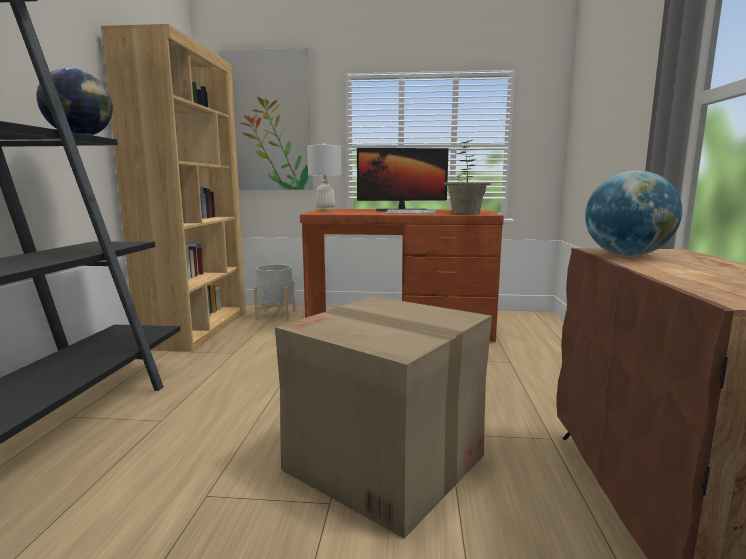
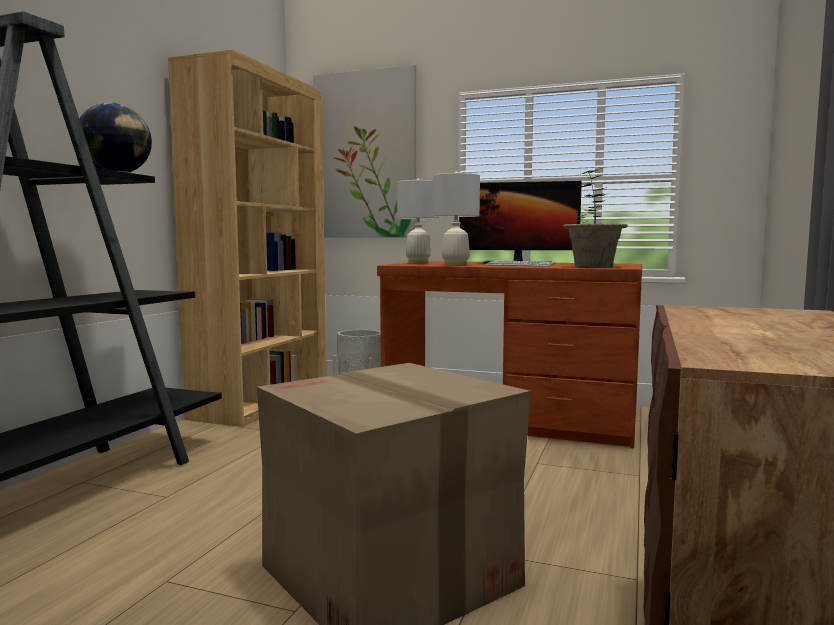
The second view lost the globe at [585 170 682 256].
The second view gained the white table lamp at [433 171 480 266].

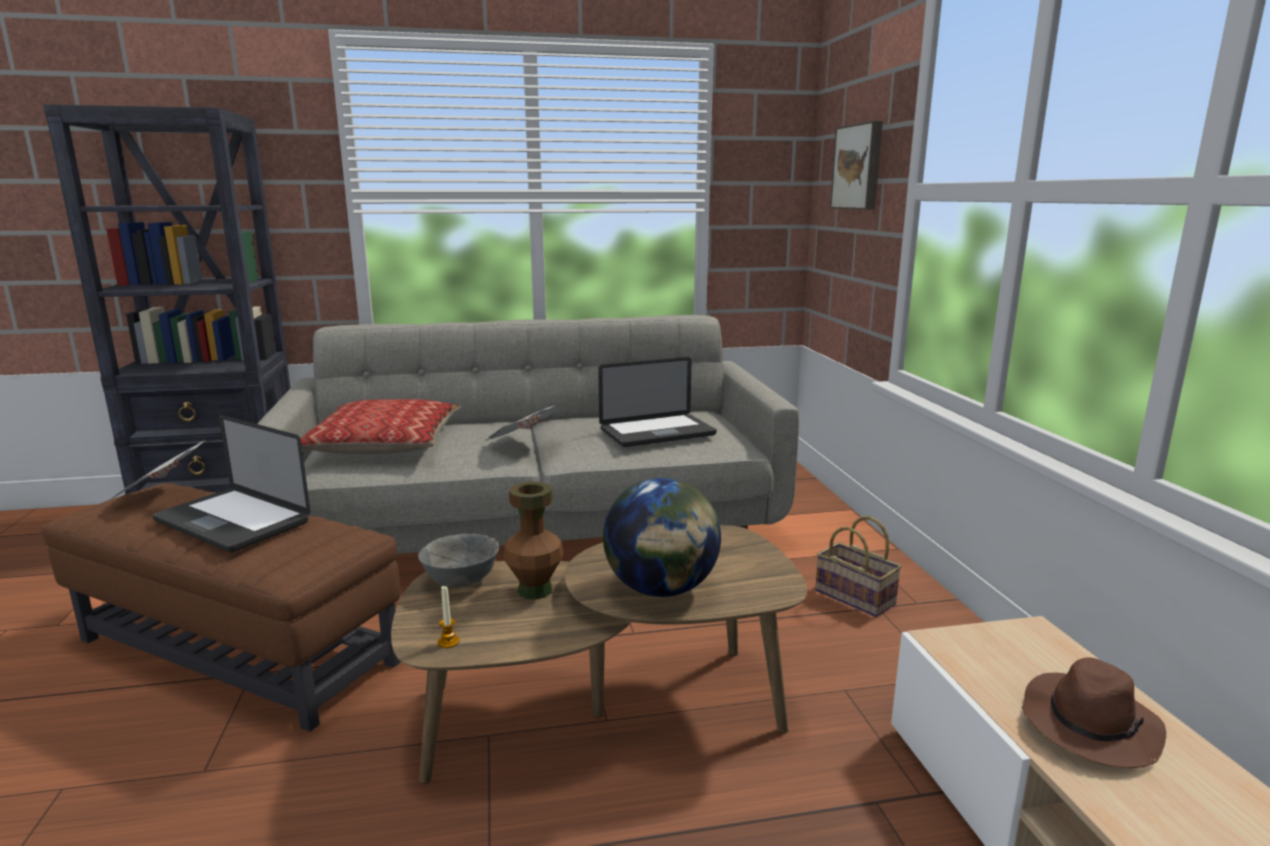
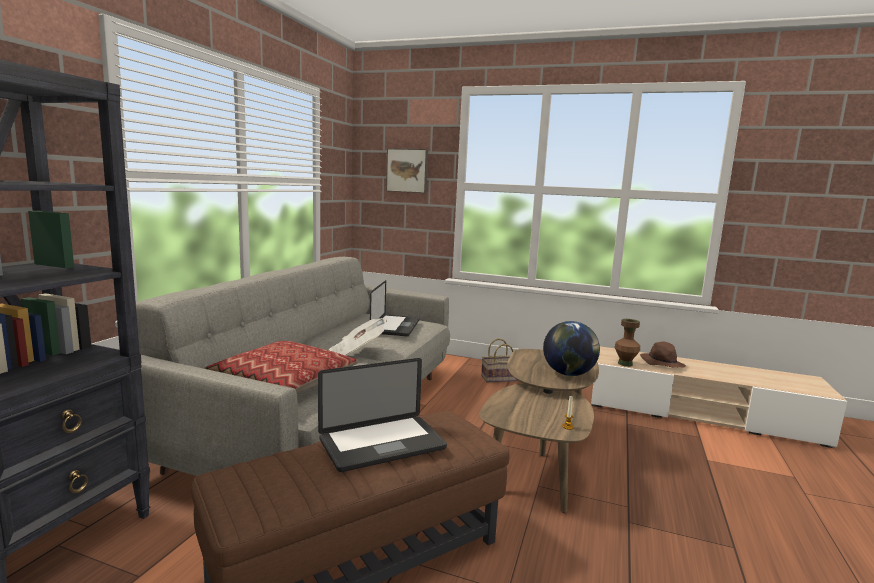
The second view lost the newspaper at [106 440 206 502].
The brown vase ended up elsewhere, having gone from [503 482 564 600] to [615 319 640 367].
The second view lost the grey bowl at [418 534 499 588].

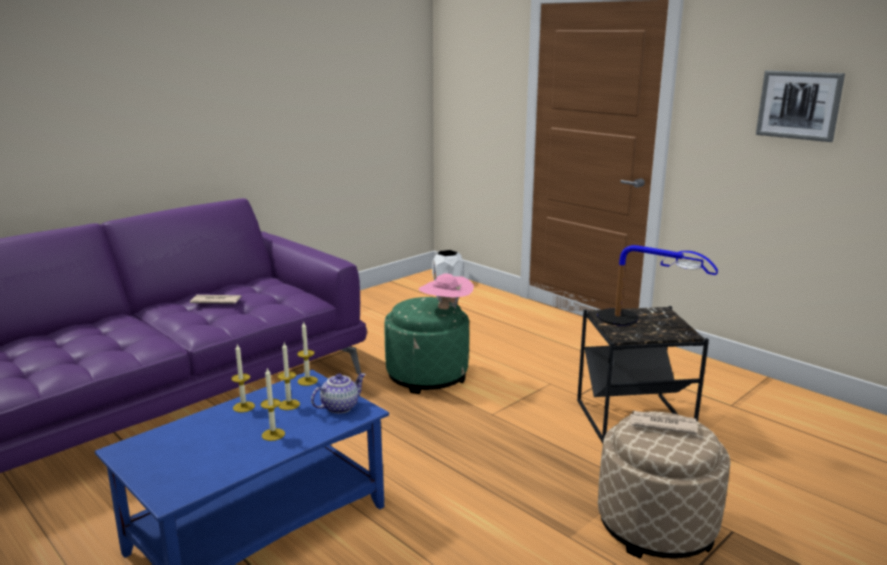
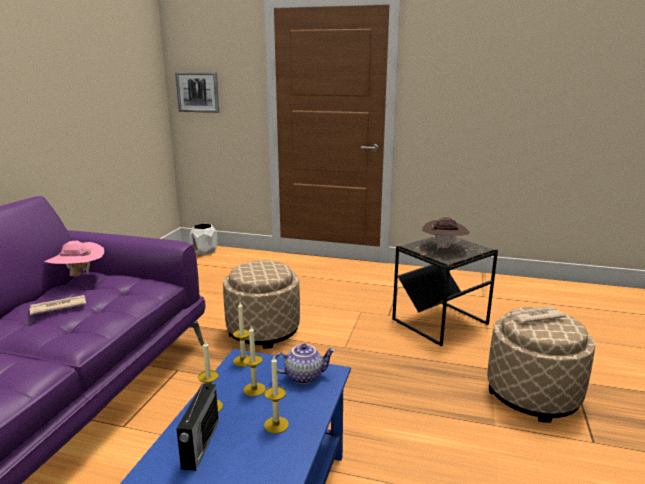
The picture ended up elsewhere, having gone from [756 70 845 142] to [175 72 219 113].
Where the table lamp stood at [597 245 718 326], the brown hat came to stand at [422 217 470 249].
The pink hat ended up elsewhere, having gone from [418 274 474 309] to [44 241 104 277].
What was the green ottoman at [385 297 469 394] turned into the beige ottoman at [223 261 300 349].
The teapot at [311 373 366 414] ended up facing another way, 60 degrees clockwise from before.
The second view gained the radio at [176 378 219 471].

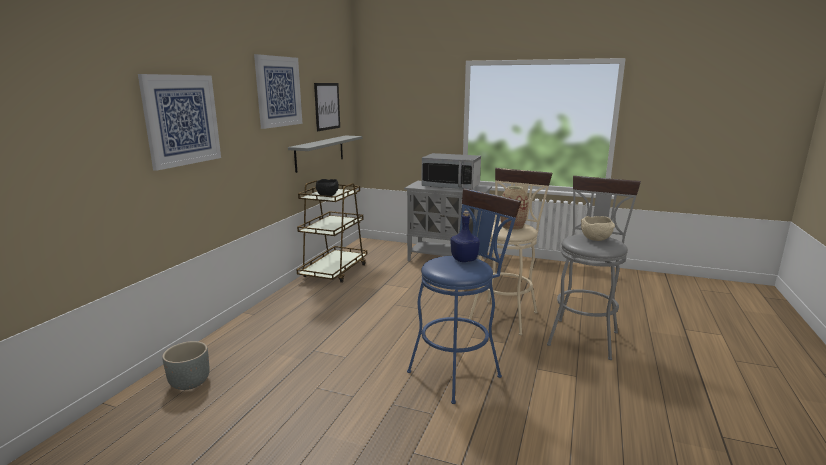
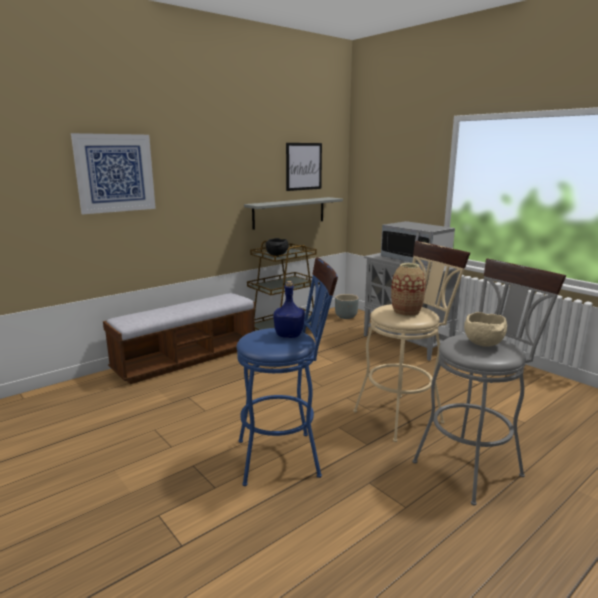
The second view lost the picture at [254 54 302 129].
The grey planter ended up elsewhere, having gone from [162 341 210 390] to [335 294 359 319].
The second view gained the bench at [103 293 255 384].

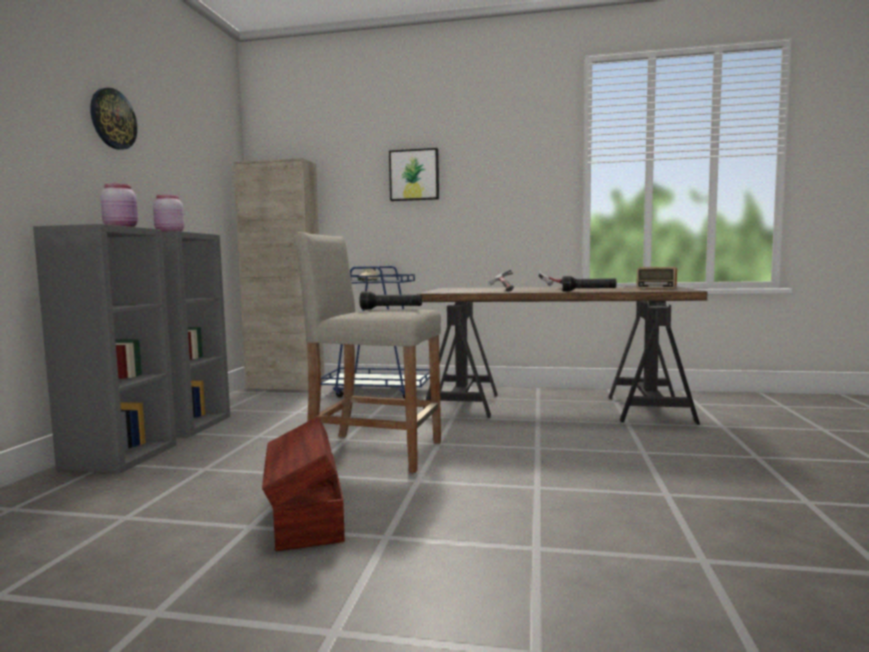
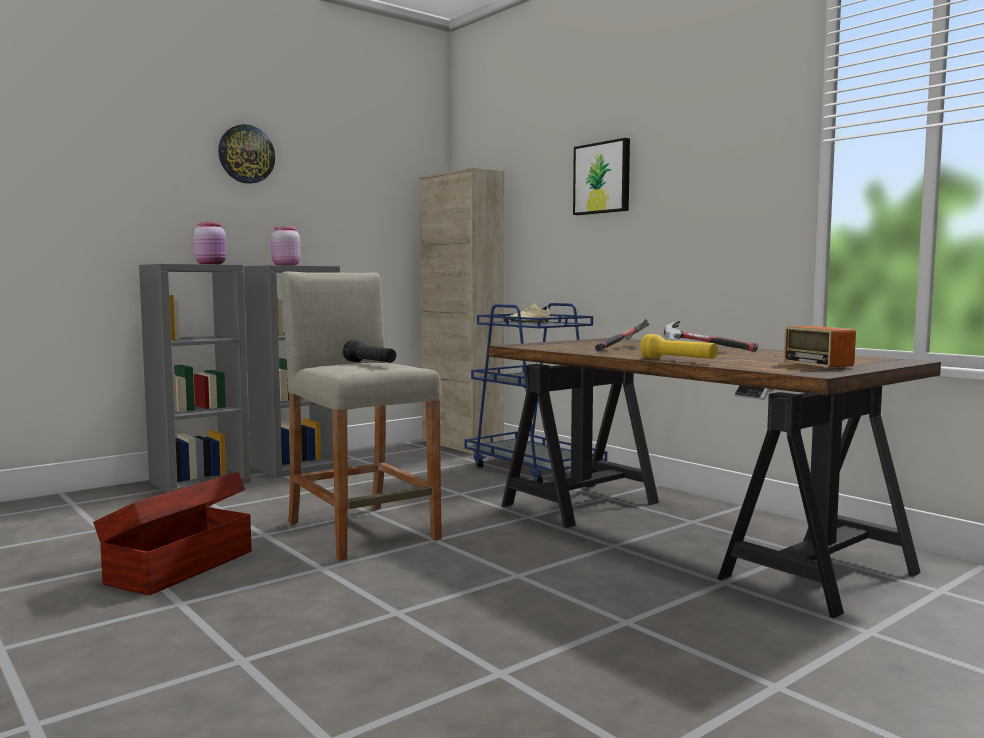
What was the black flashlight at [562 276 616 292] turned into the yellow flashlight at [640 334 718 359].

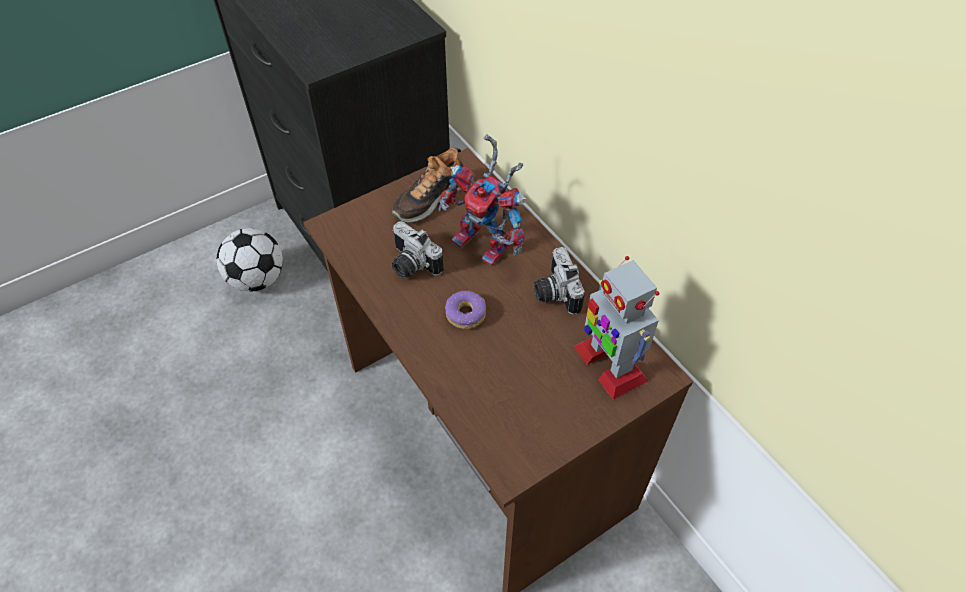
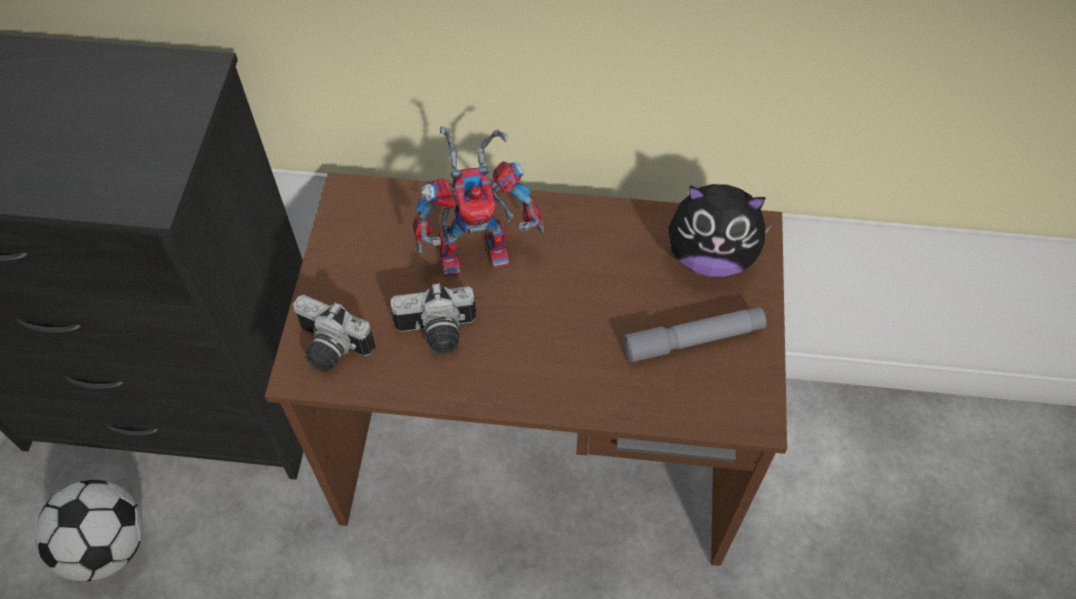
The second view lost the shoe at [392 148 464 223].
The photo camera ended up elsewhere, having gone from [534 247 584 315] to [293 295 375 372].
Where the toy robot stood at [574 256 660 400], the plush toy came to stand at [668 184 774 277].
The second view lost the donut at [445 291 486 329].
The second view gained the grey flashlight at [624 307 767 363].

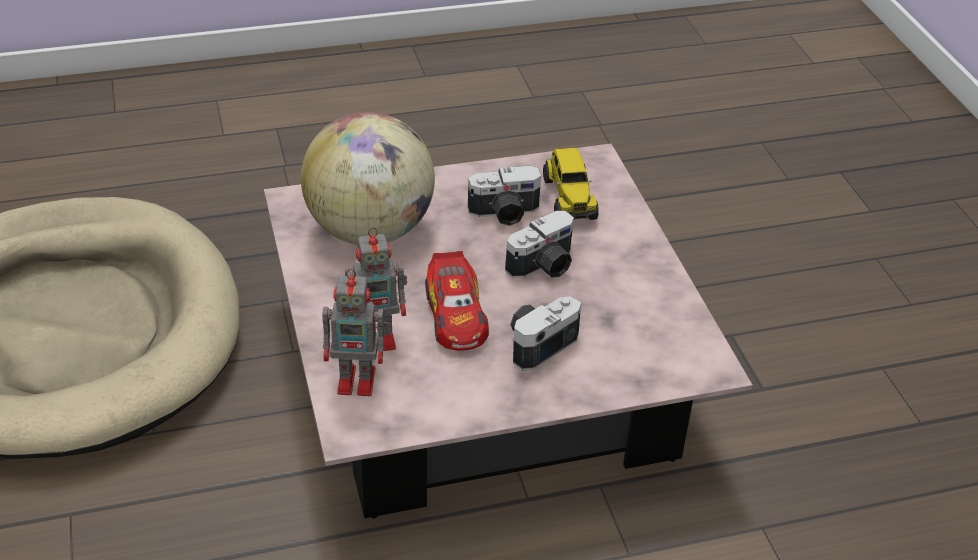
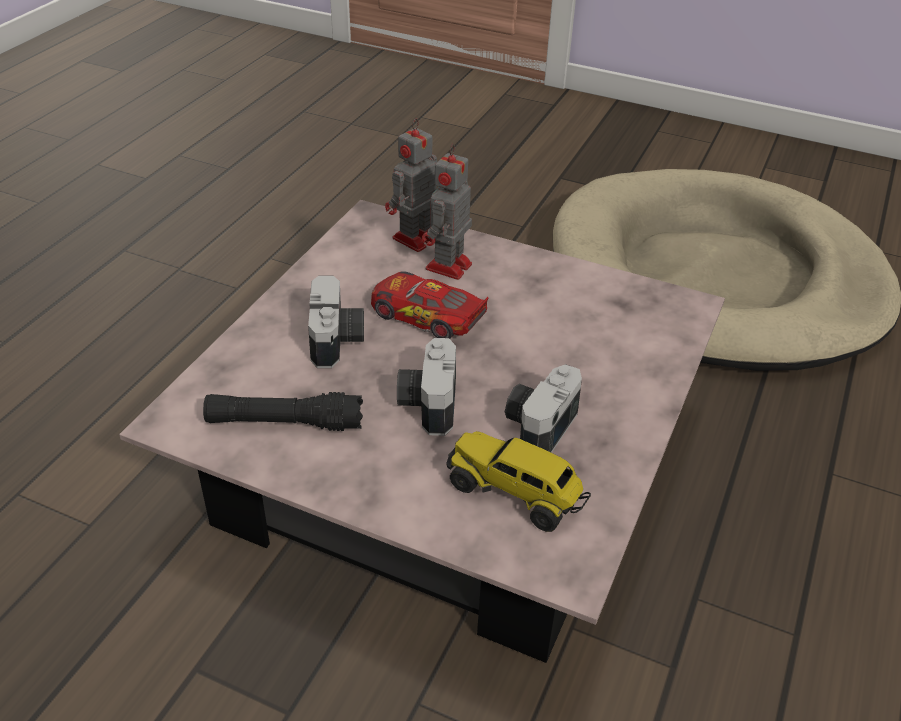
The second view lost the globe at [301 112 435 245].
The second view gained the black flashlight at [203 392 363 431].

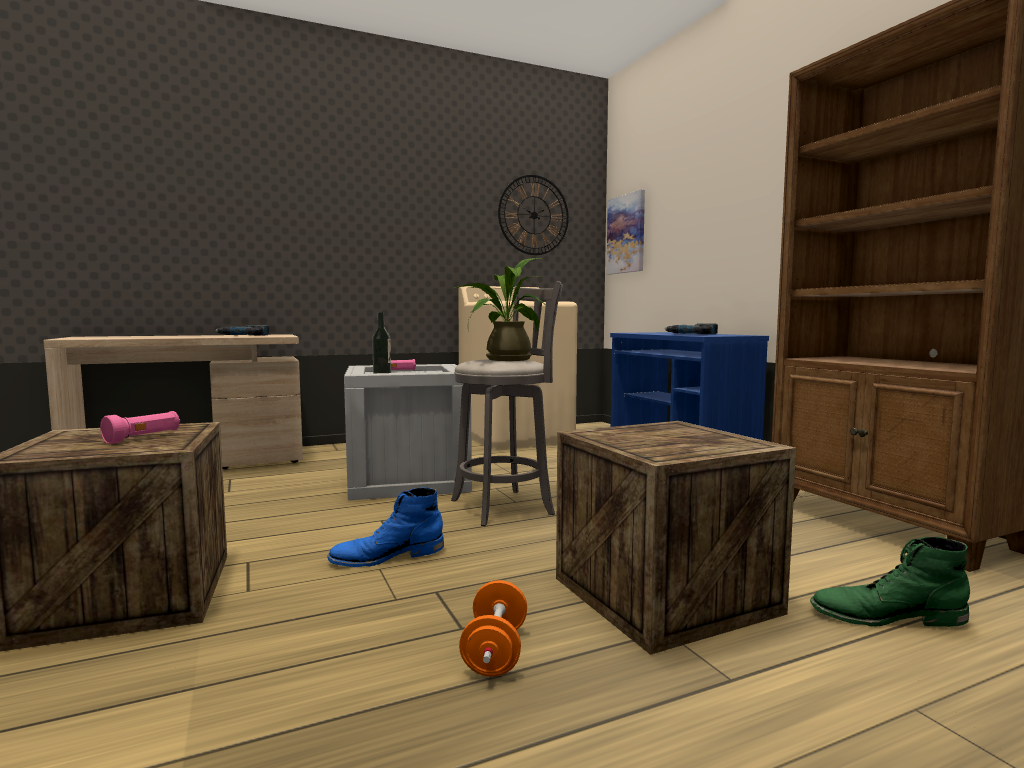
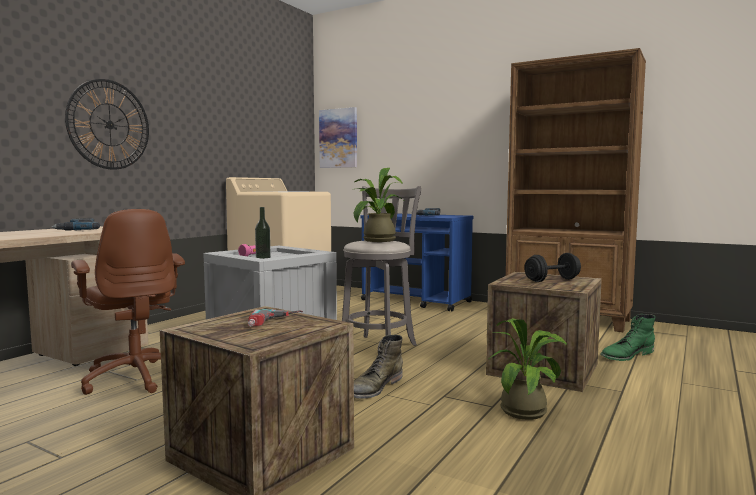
The wall clock ended up elsewhere, having gone from [498 175 569 255] to [65 79 149 170].
Where the pink flashlight stood at [100 411 180 444], the power drill came to stand at [248 309 303 326].
What was the blue boot at [327 487 444 567] turned into the green boot at [354 335 403 399].
Where the orange dumbbell stood at [459 580 527 677], the potted plant came to stand at [488 318 567 420].
The second view gained the brown office chair at [71 209 185 395].
The second view gained the black dumbbell at [524 253 581 282].

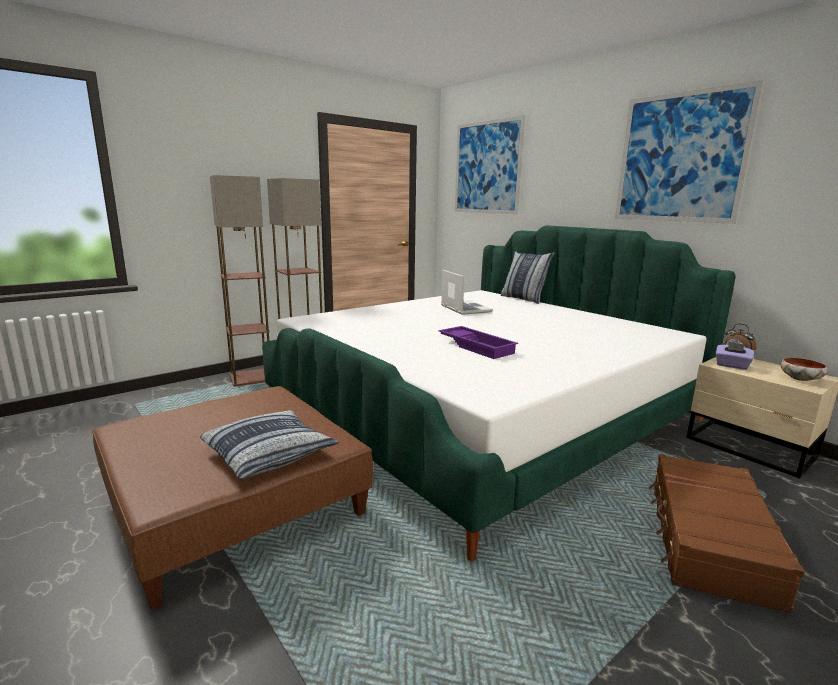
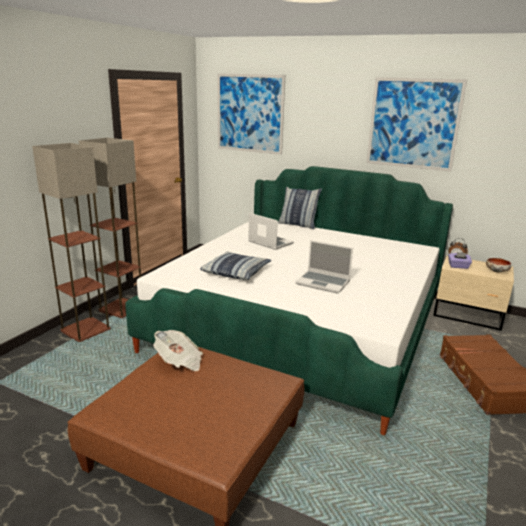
Where the purple tray stood at [438 326 518 359], the laptop came to stand at [295 240 353 294].
The pillow ended up elsewhere, having gone from [200 410 339 480] to [200 251 272 280].
The second view gained the newspaper at [153 330 203 371].

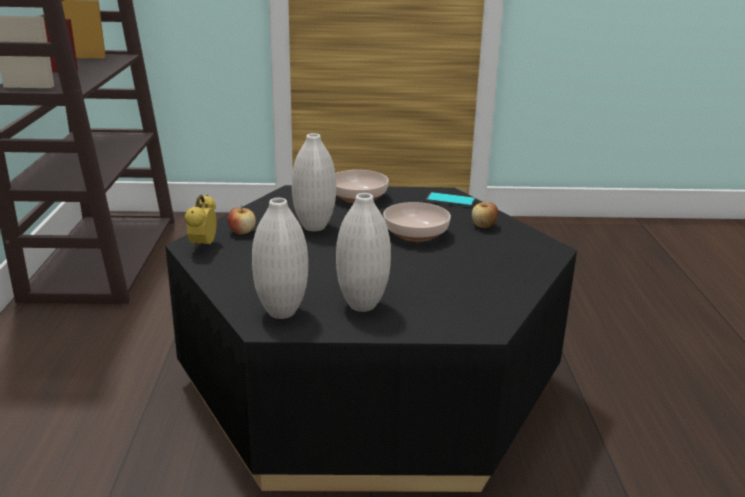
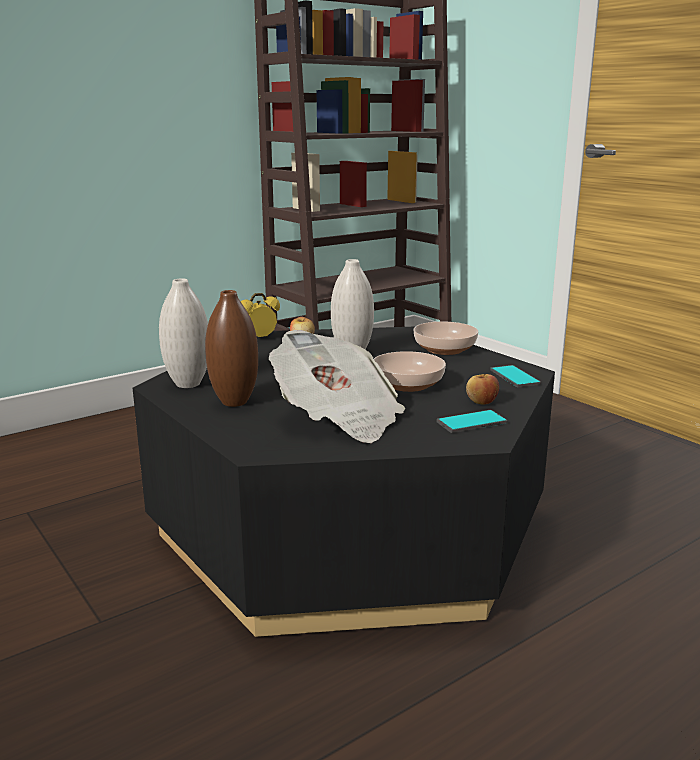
What was the white vase at [336 193 391 312] turned into the brown vase at [205 290 258 407].
The second view gained the newspaper at [269 330 405 443].
The second view gained the phone at [437 410 507 433].

